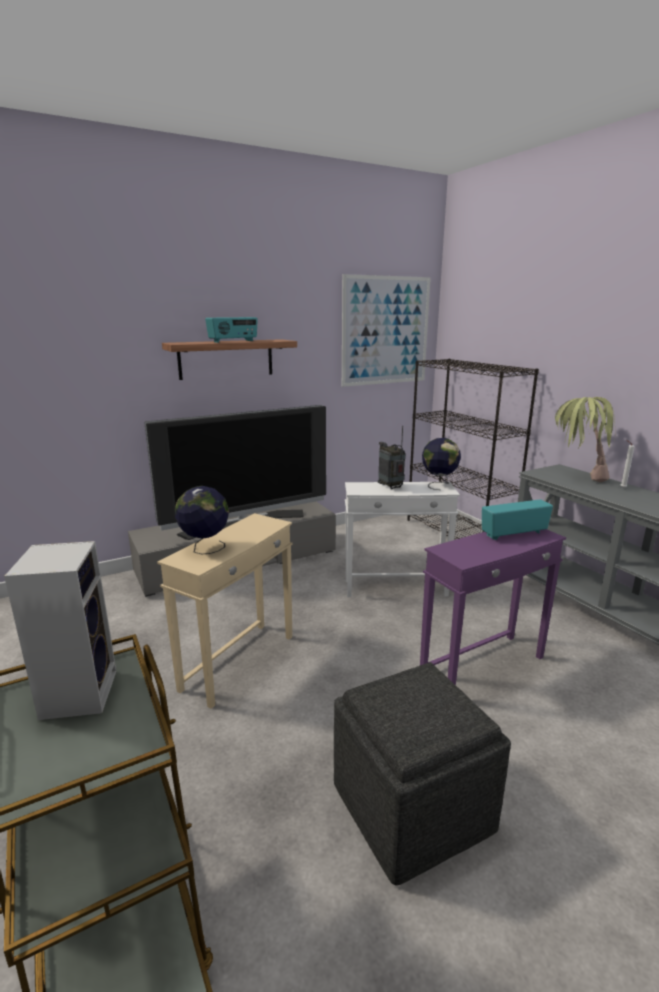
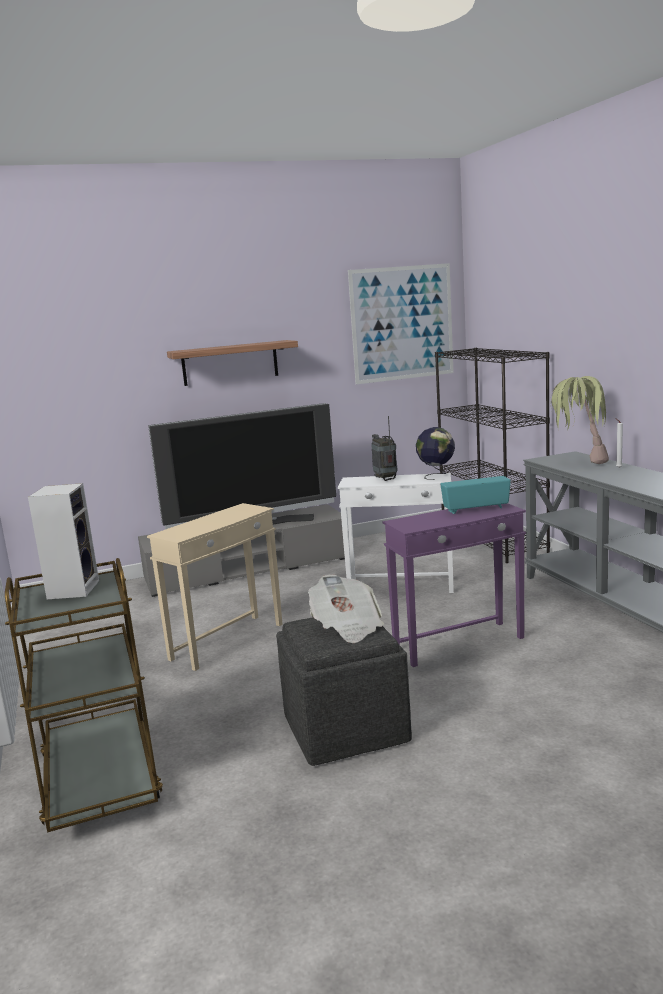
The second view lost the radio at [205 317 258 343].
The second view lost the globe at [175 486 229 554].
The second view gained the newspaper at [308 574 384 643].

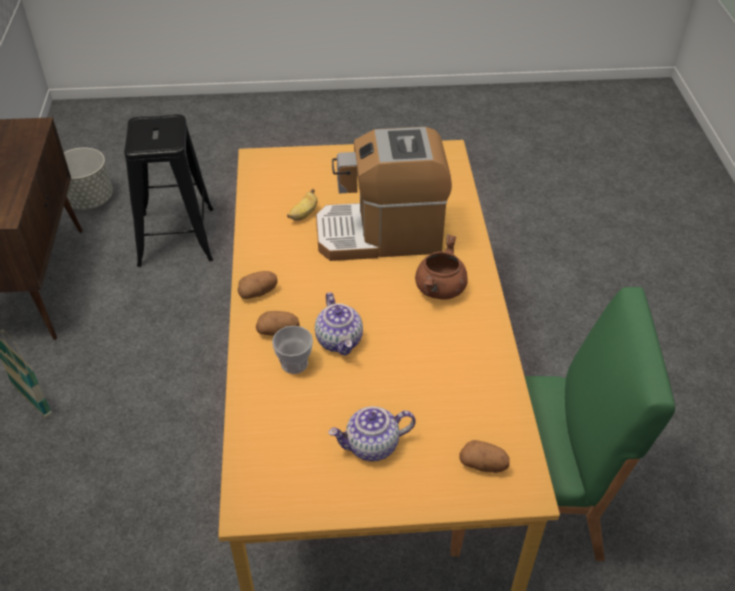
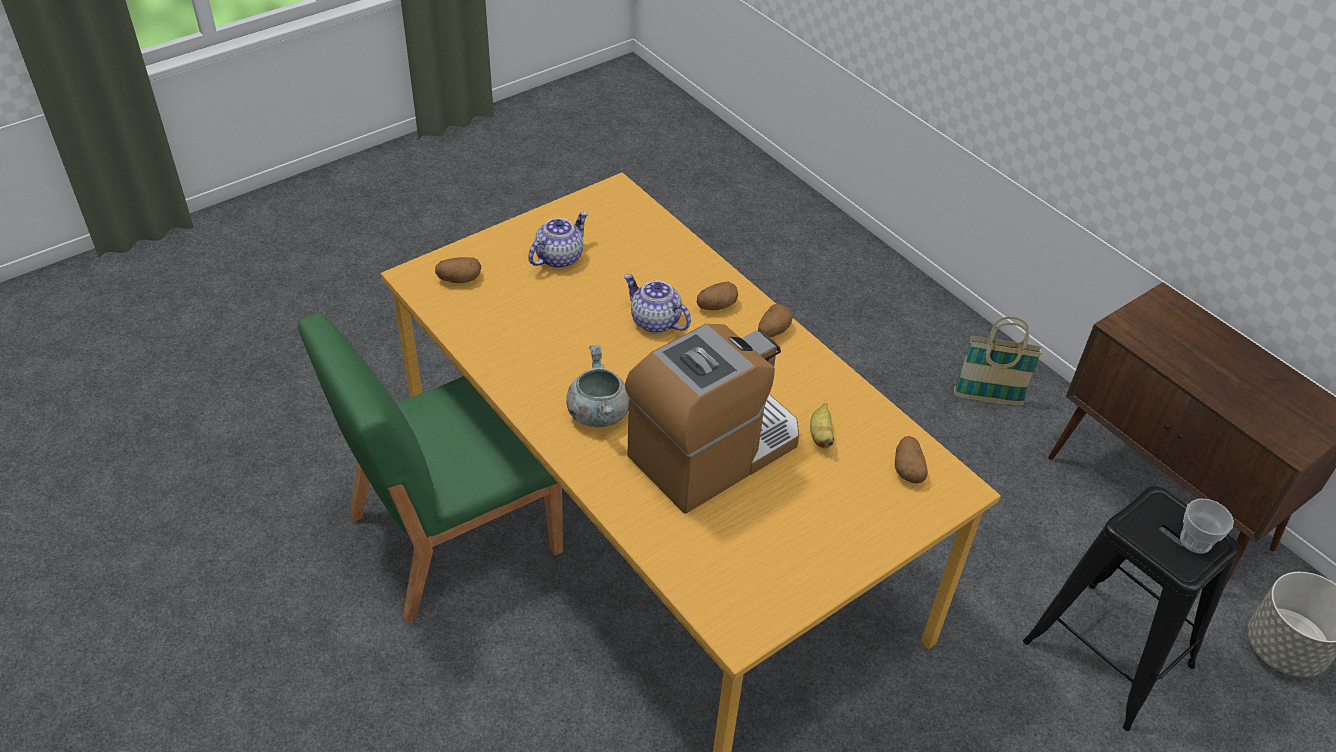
What was the brown cooking pot at [415 235 468 300] turned into the grey cooking pot at [566 345 629 427].
The cup ended up elsewhere, having gone from [272 326 313 374] to [1180 498 1234 554].
The second view gained the potato at [895 436 928 484].

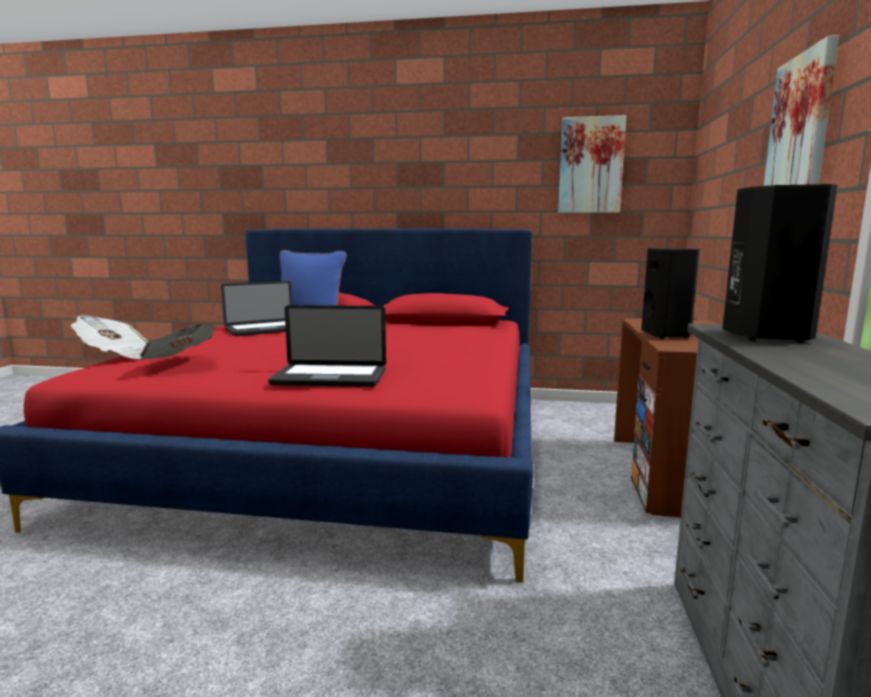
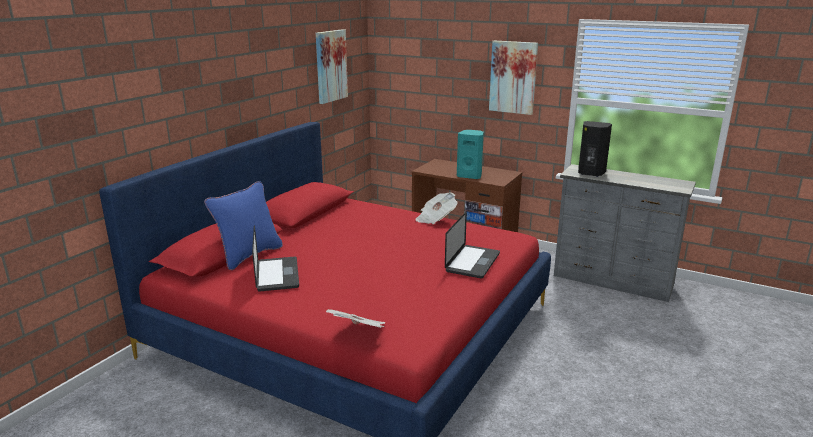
What was the black speaker at [641 248 700 339] turned into the turquoise speaker at [457 130 484 179].
The newspaper ended up elsewhere, having gone from [139 324 216 360] to [415 193 457 224].

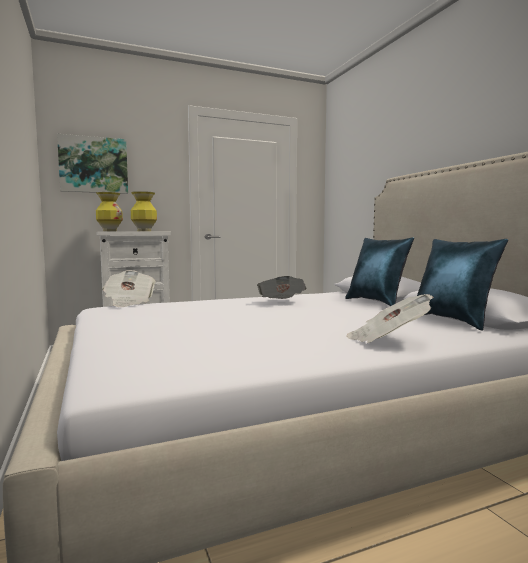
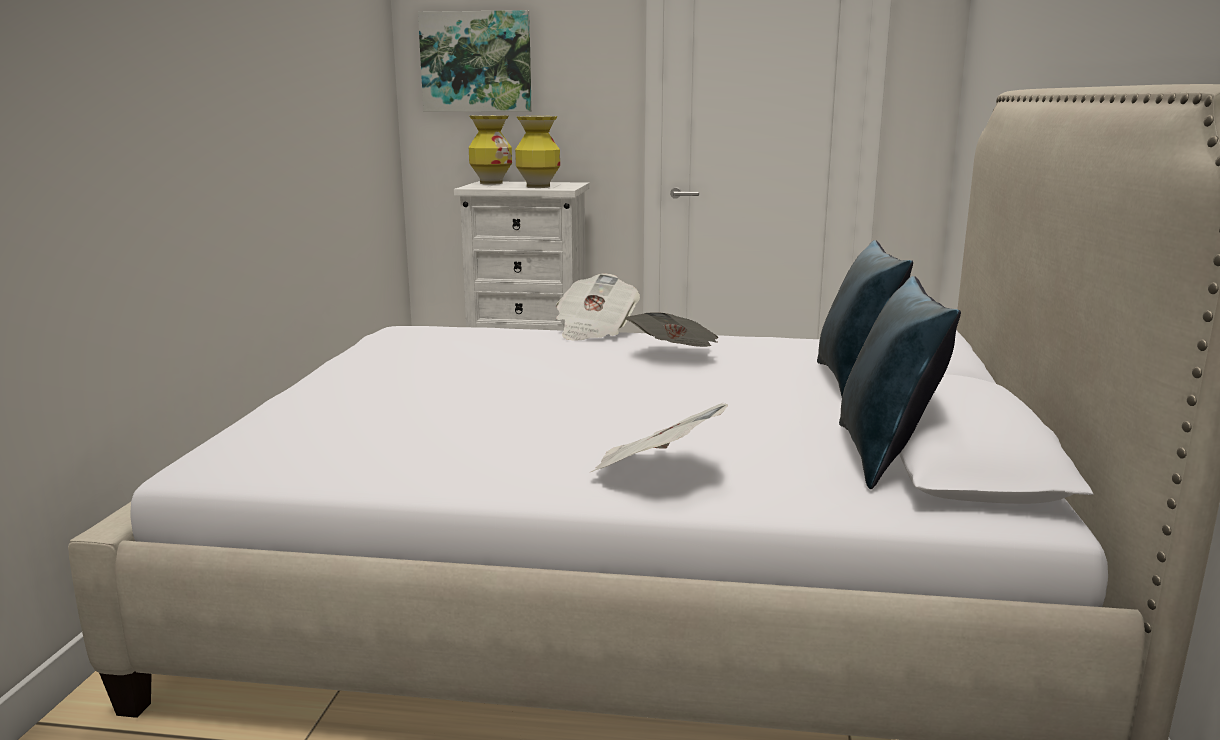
The newspaper ended up elsewhere, having gone from [102 270 156 307] to [556 273 640 341].

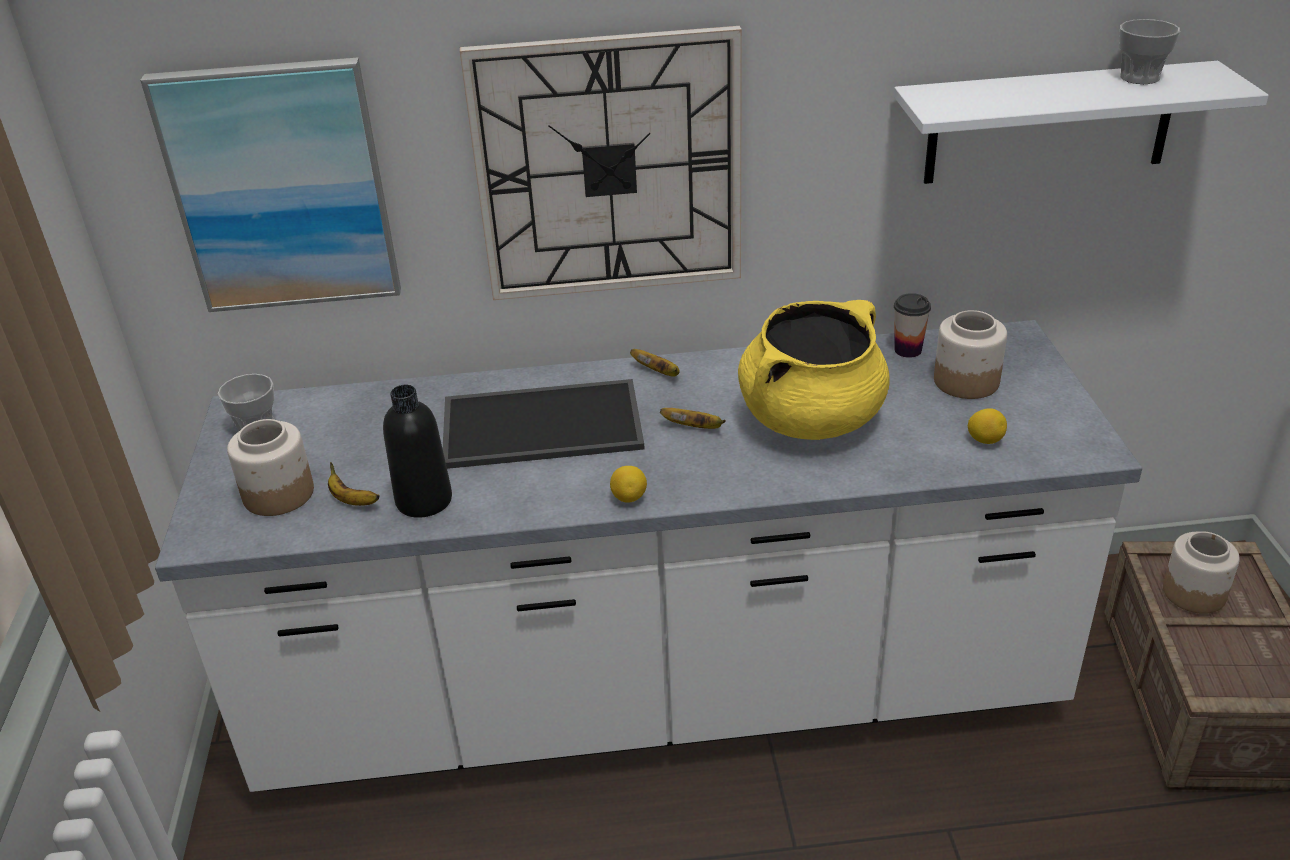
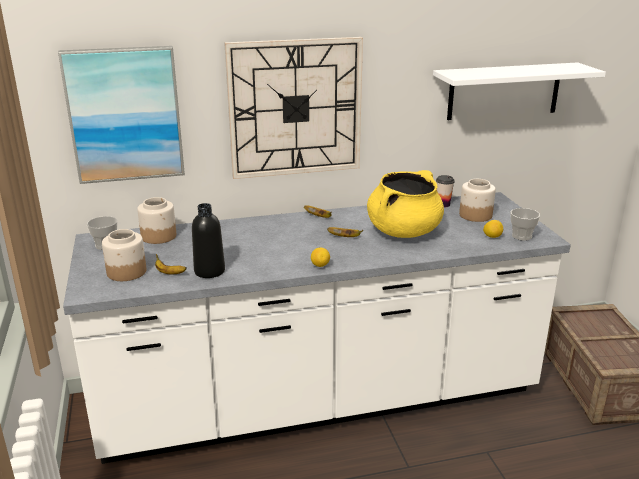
The cup ended up elsewhere, having gone from [1119 19 1180 84] to [511 208 540 241].
The second view lost the tray at [443 379 645 469].
The jar ended up elsewhere, having gone from [1163 531 1240 614] to [137 197 176 244].

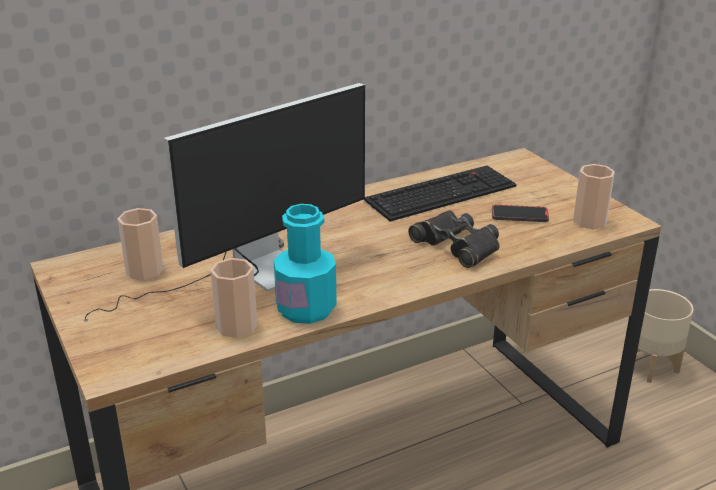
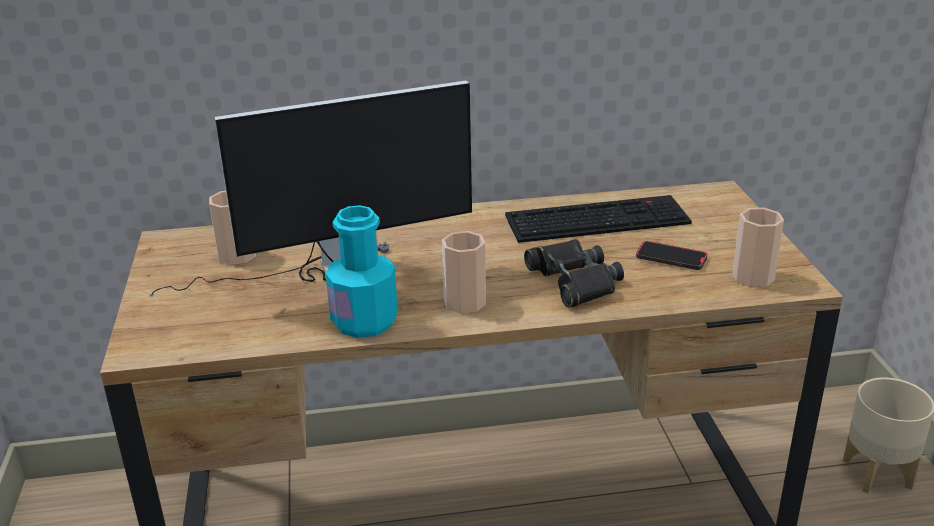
The cup ended up elsewhere, having gone from [210 258 257 338] to [442 231 486 314].

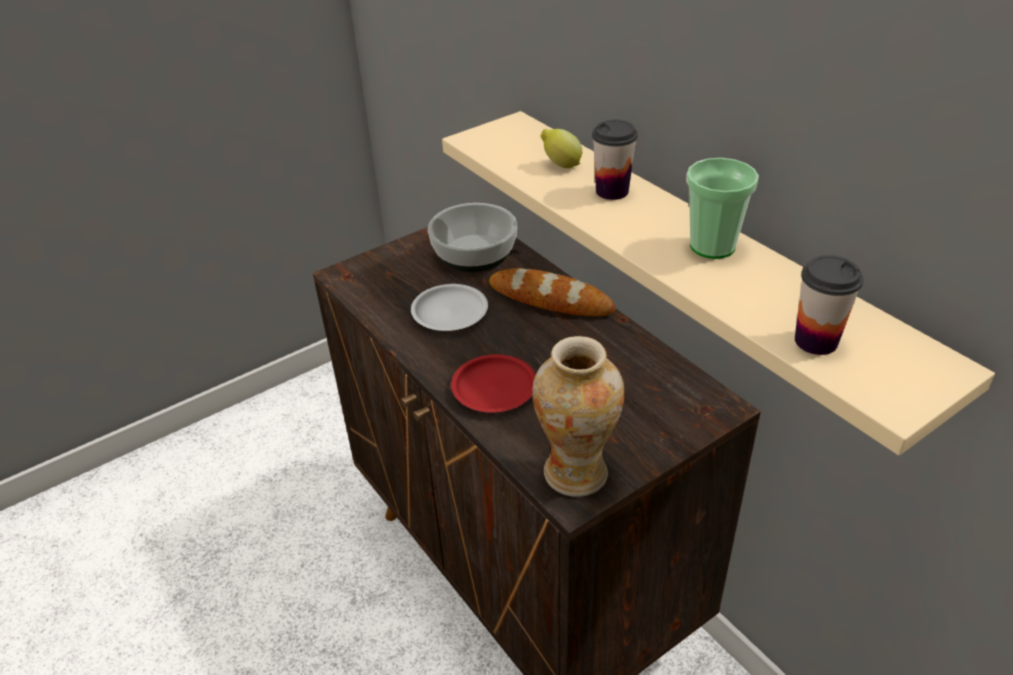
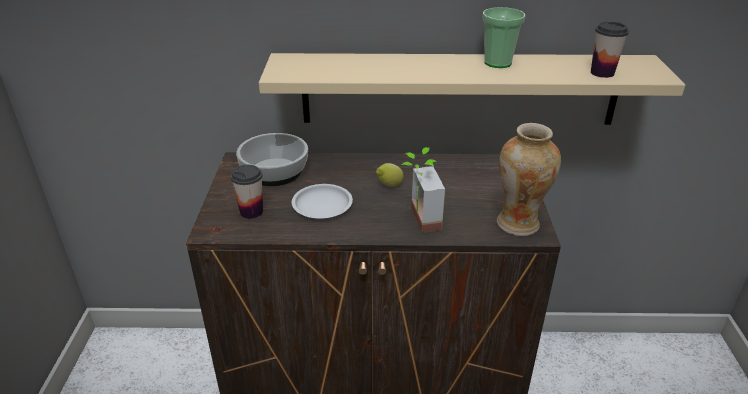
The cup ended up elsewhere, having gone from [592 120 638 200] to [231 165 263 219].
The lemon ended up elsewhere, having gone from [541 129 582 168] to [376 163 403 187].
The second view lost the bread at [489 268 616 316].
Where the red plate stood at [451 354 536 413], the potted plant came to stand at [401 147 445 233].

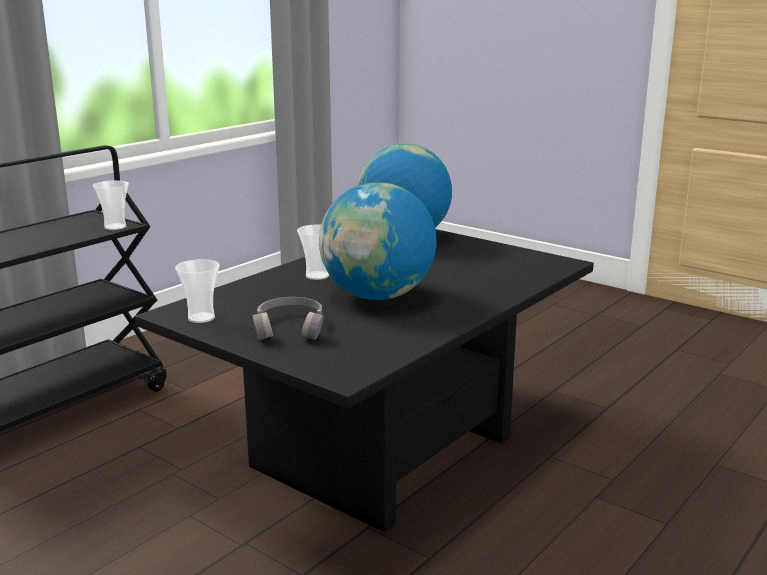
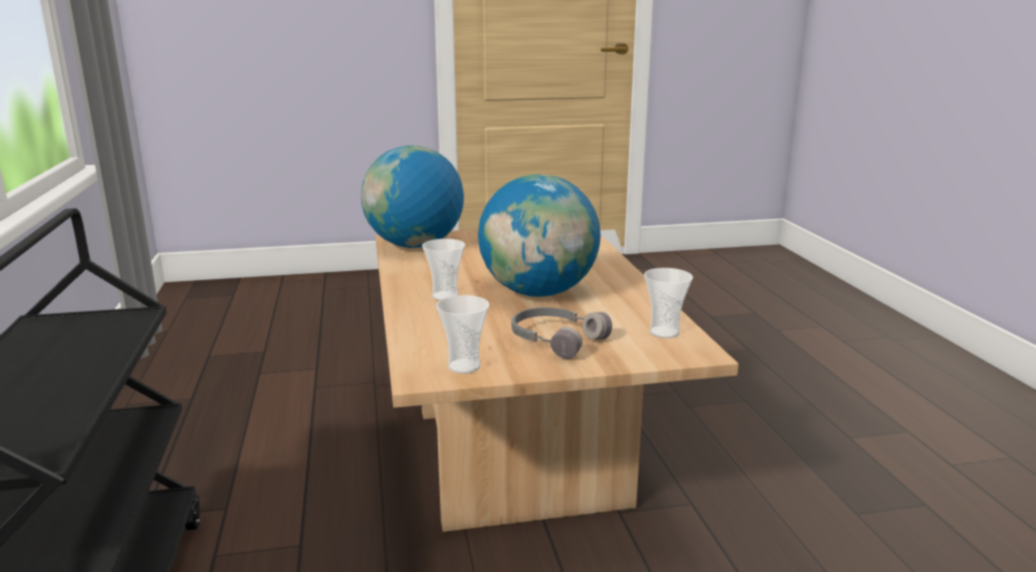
The cup ended up elsewhere, having gone from [93 180 129 230] to [644 268 693 338].
What was the black coffee table at [135 229 594 532] turned into the beige coffee table at [375 229 739 532].

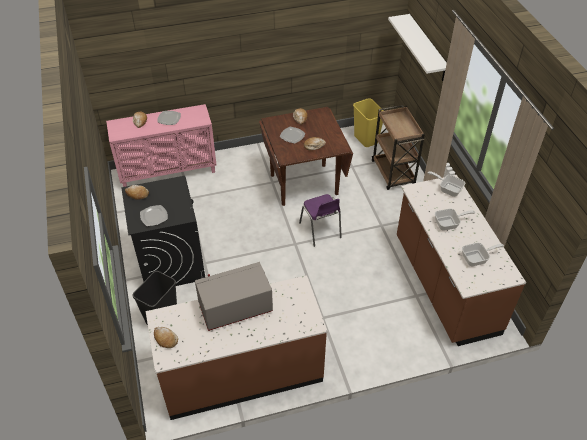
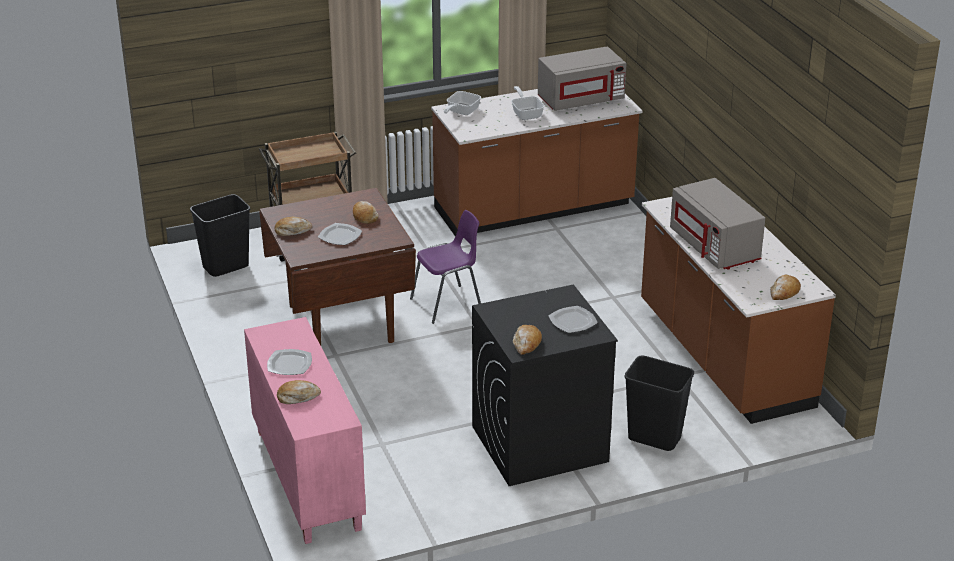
The second view lost the white shelf at [388 14 447 81].
What was the yellow trash can at [353 98 383 147] turned into the black trash can at [190 194 250 277].
Where the frying pan stood at [462 242 504 266], the grey microwave came to stand at [538 47 627 111].

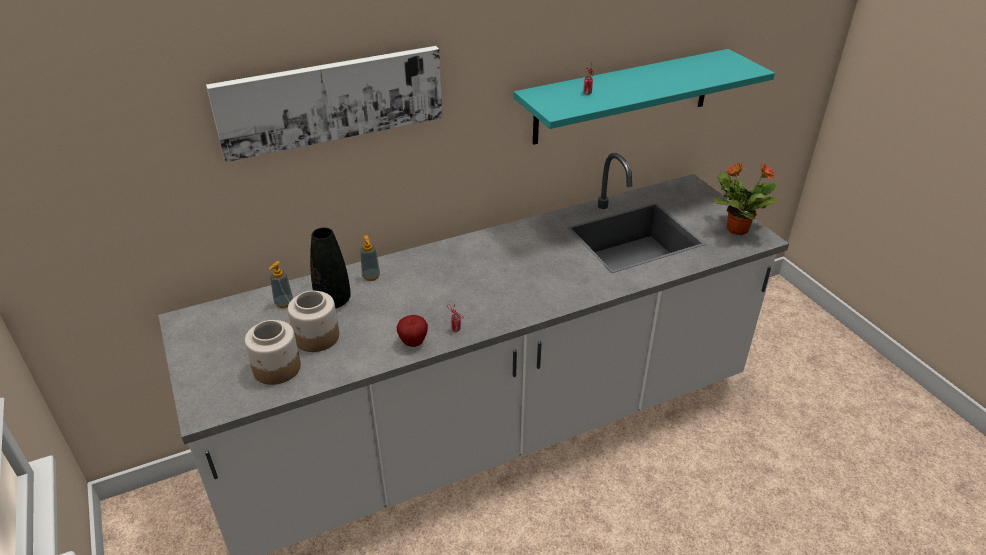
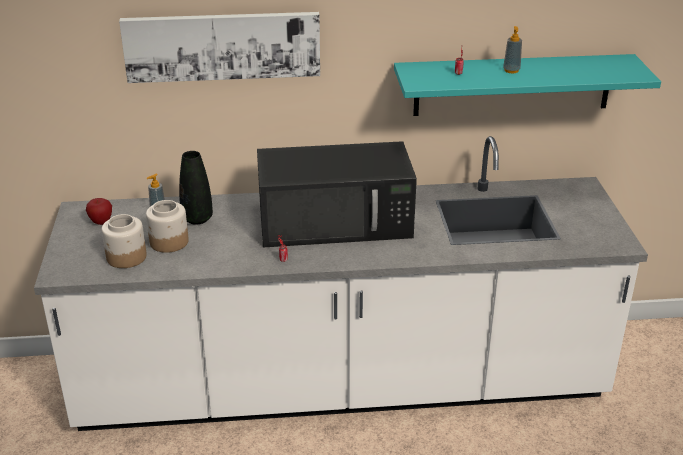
The second view lost the potted plant at [713 162 779 235].
The soap dispenser ended up elsewhere, having gone from [360 235 380 281] to [503 26 522 73].
The apple ended up elsewhere, having gone from [397 315 428 347] to [86 198 112 225].
The second view gained the black microwave at [257 141 417 247].

